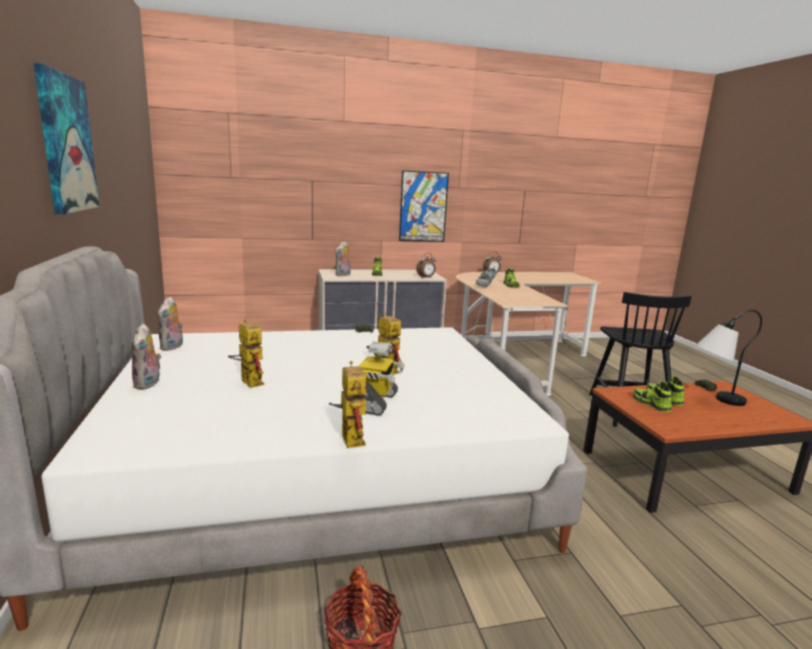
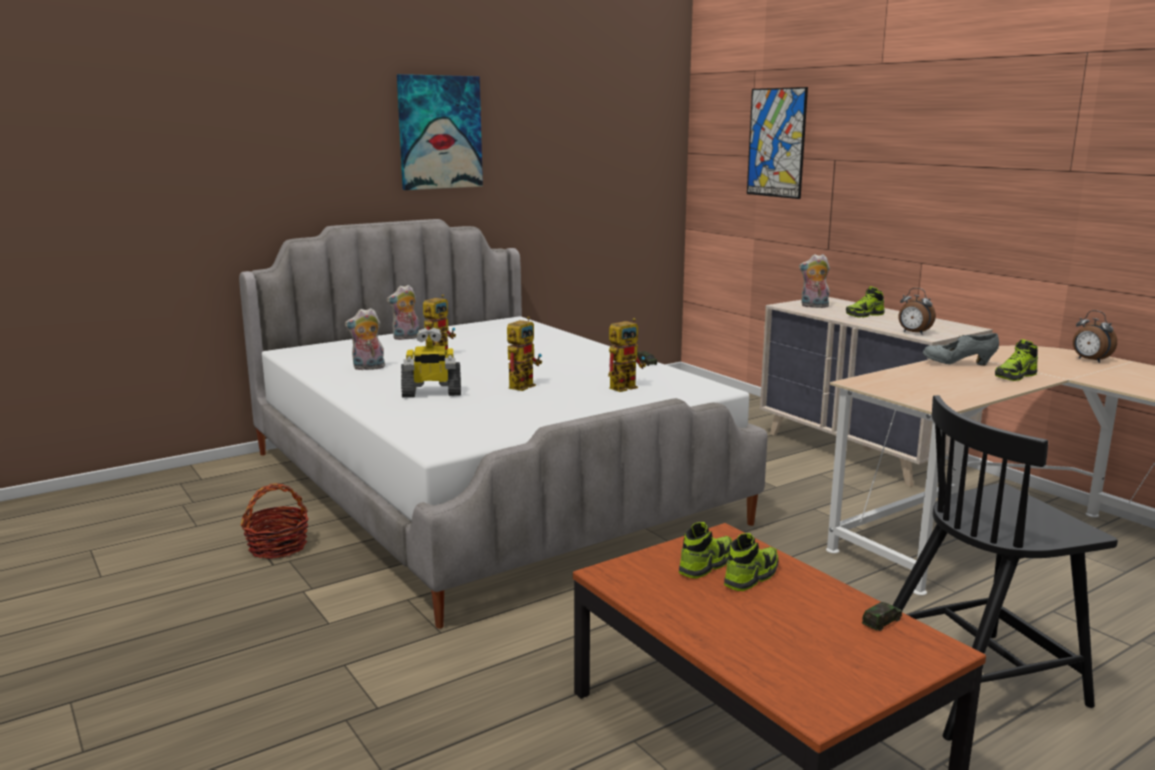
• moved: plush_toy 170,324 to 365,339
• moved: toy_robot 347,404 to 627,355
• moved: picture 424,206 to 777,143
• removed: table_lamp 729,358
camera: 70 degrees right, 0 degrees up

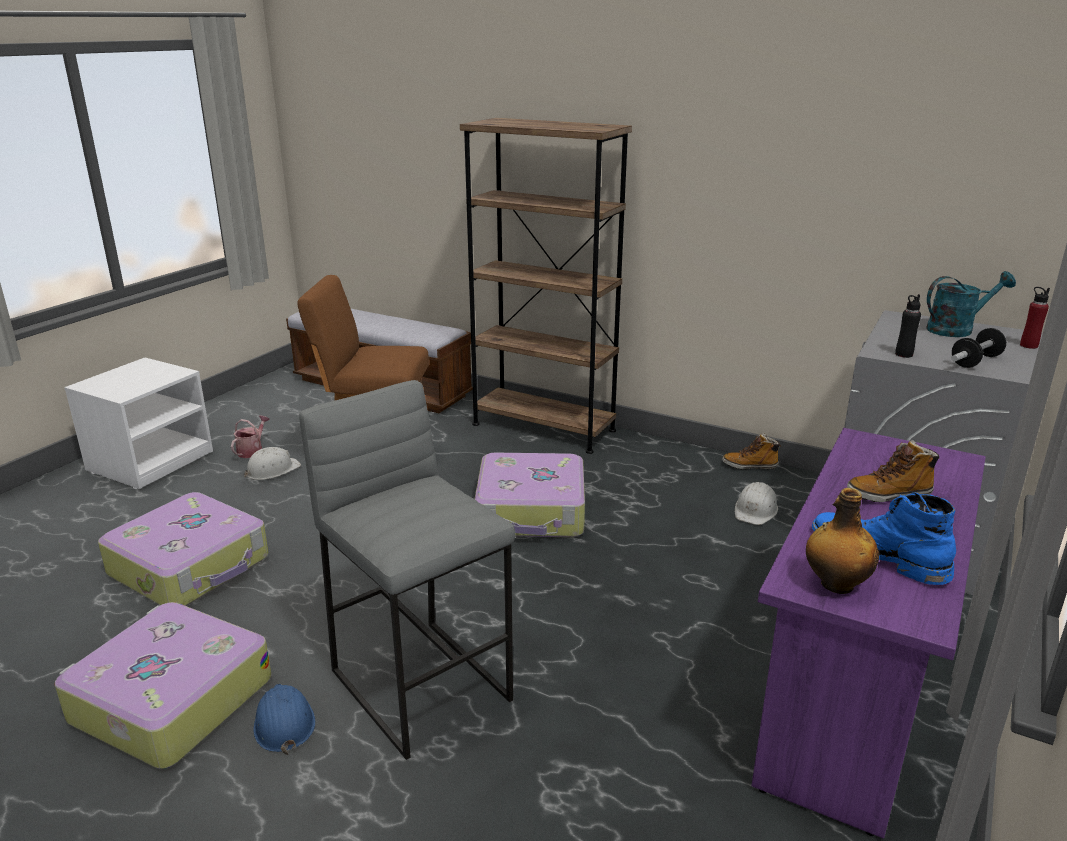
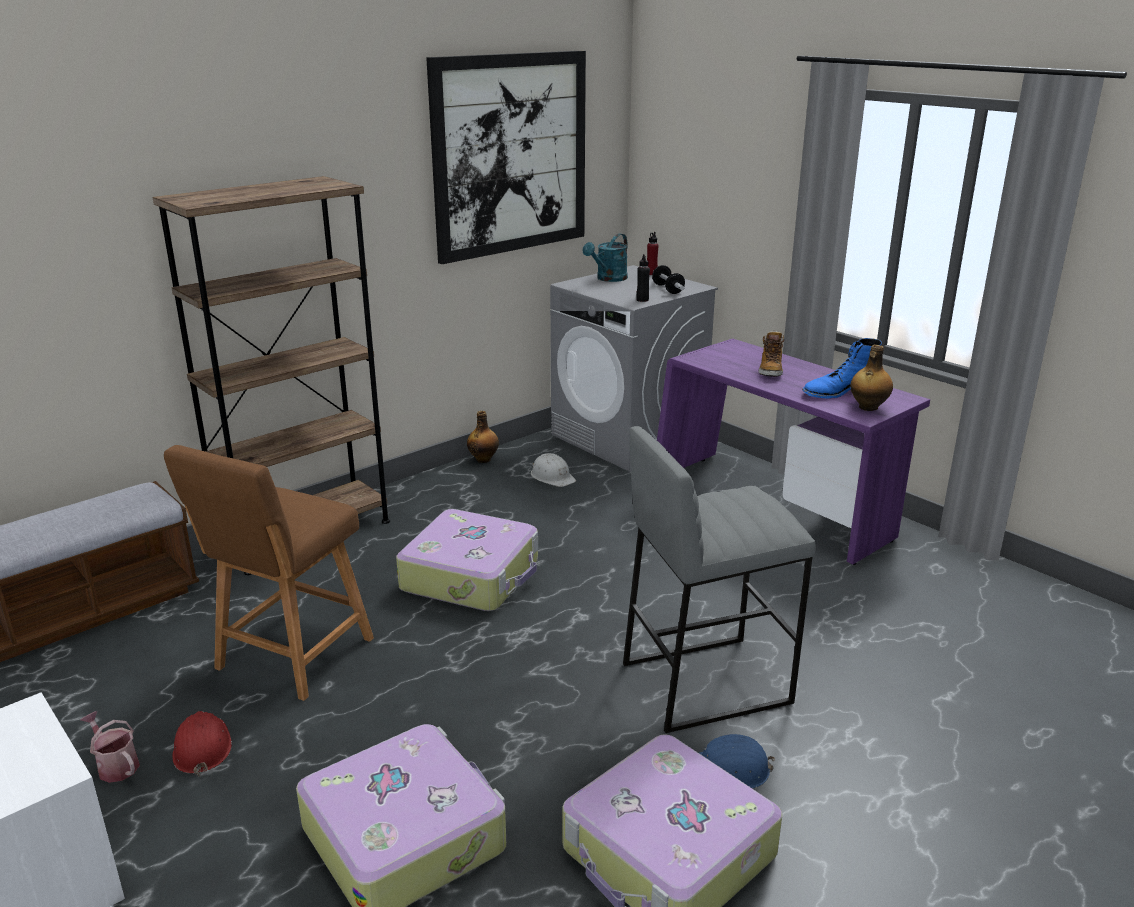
• recoloured: white_hard_hat 272,463 to red_hard_hat 202,743
• added: picture 506,157
• replaced: boot 752,451 to bottle 483,437
• turned: turquoise_watering_can 971,304 = 605,258 150 degrees counterclockwise
camera: 70 degrees left, 0 degrees up

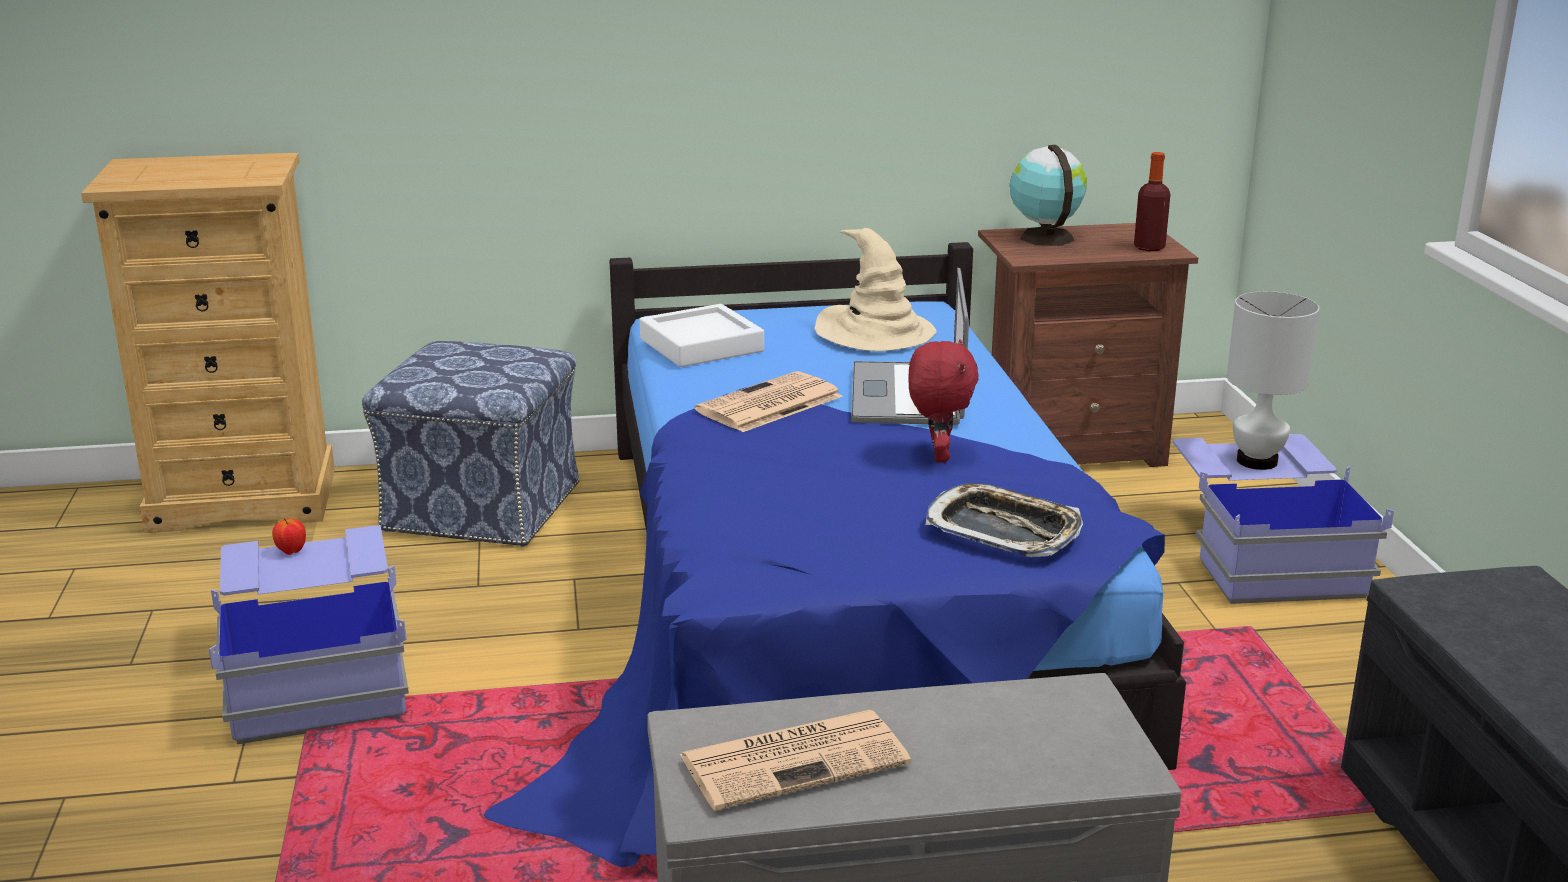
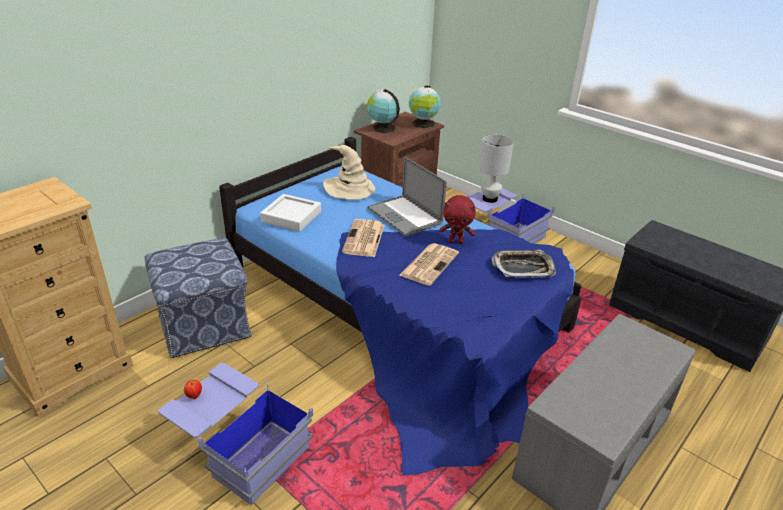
• moved: newspaper 795,760 to 429,264
• replaced: bottle 1152,201 to globe 425,106
• turned: red_plush_toy 944,401 = 458,219 135 degrees clockwise
camera: 40 degrees left, 10 degrees up

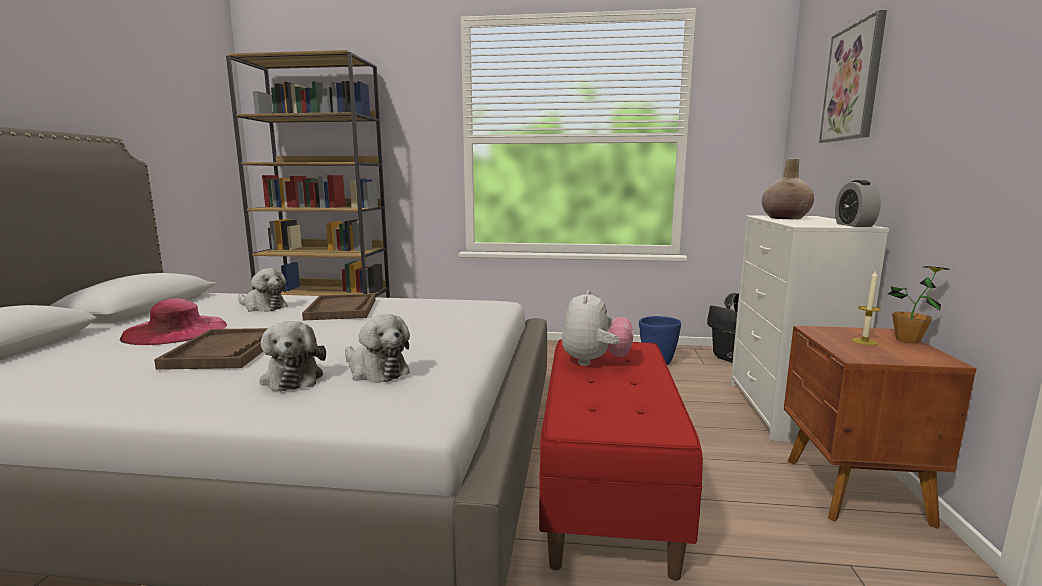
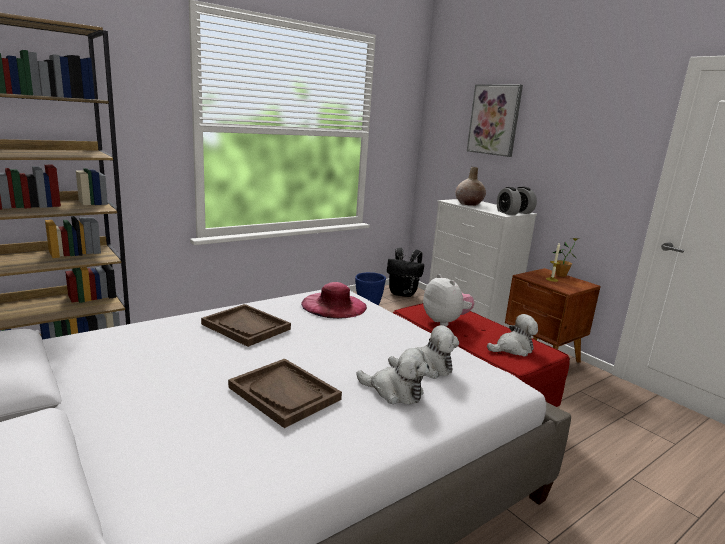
• moved: pink_hat 173,322 to 334,300
• moved: plush_toy 263,290 to 512,335
• added: alarm_clock 509,201
camera: 45 degrees left, 5 degrees up

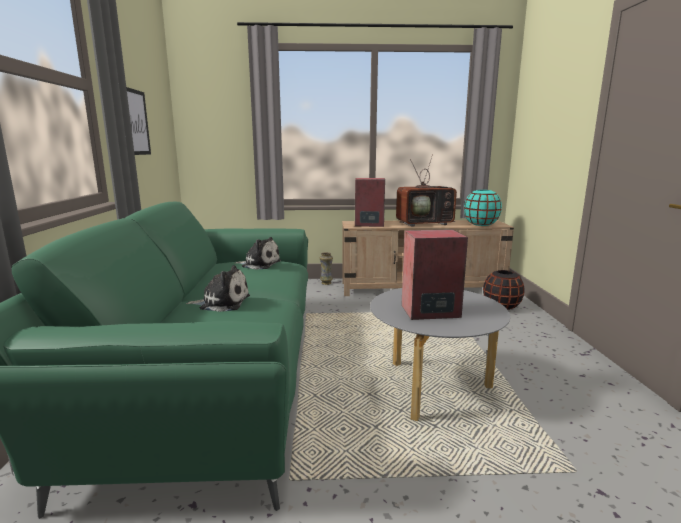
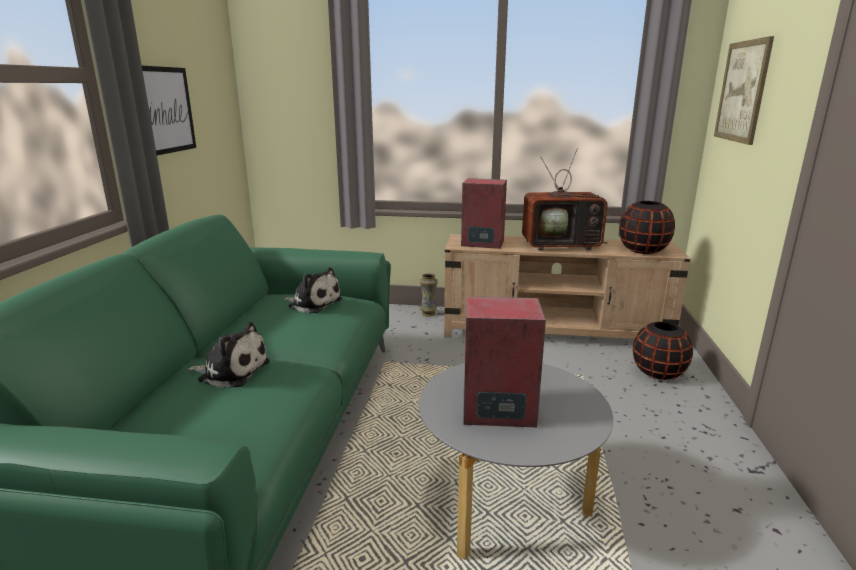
• recoloured: turquoise_vase 483,208 to black_vase 647,227
• added: picture 744,90
camera: 10 degrees right, 5 degrees up

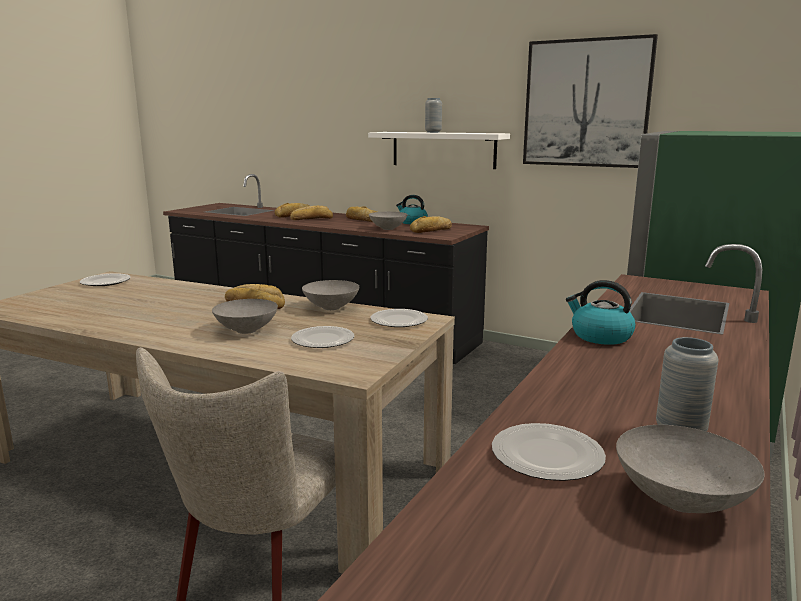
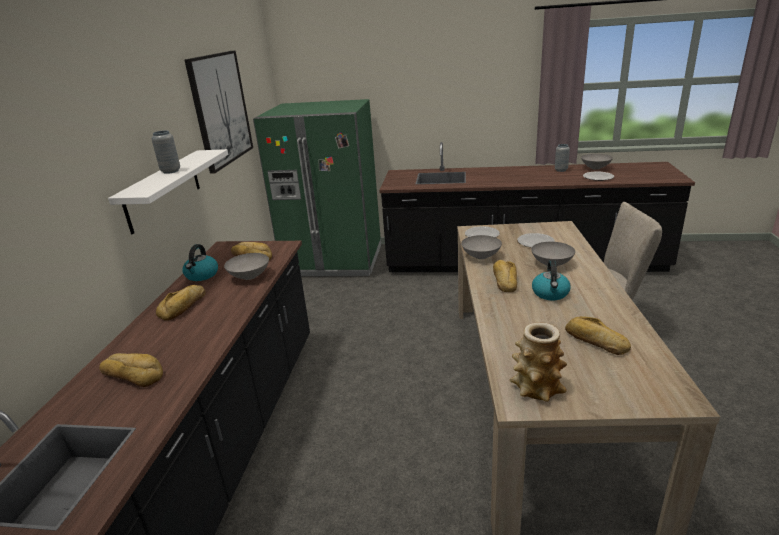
• replaced: plate 105,279 to vase 538,362
• moved: kettle 601,312 to 551,280
• moved: bread 311,213 to 598,335
camera: 110 degrees left, 10 degrees up

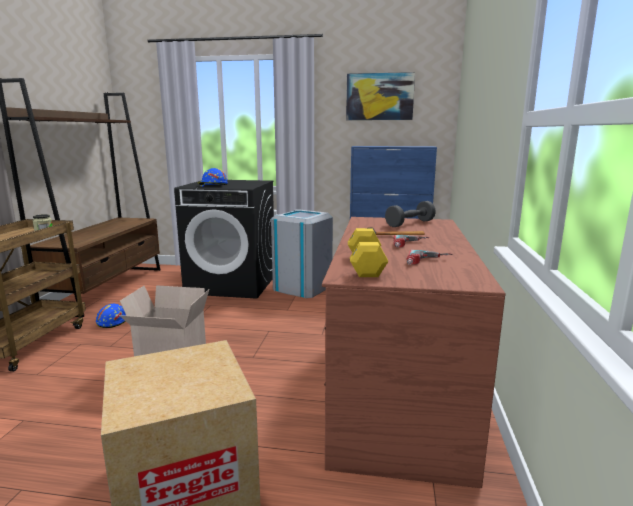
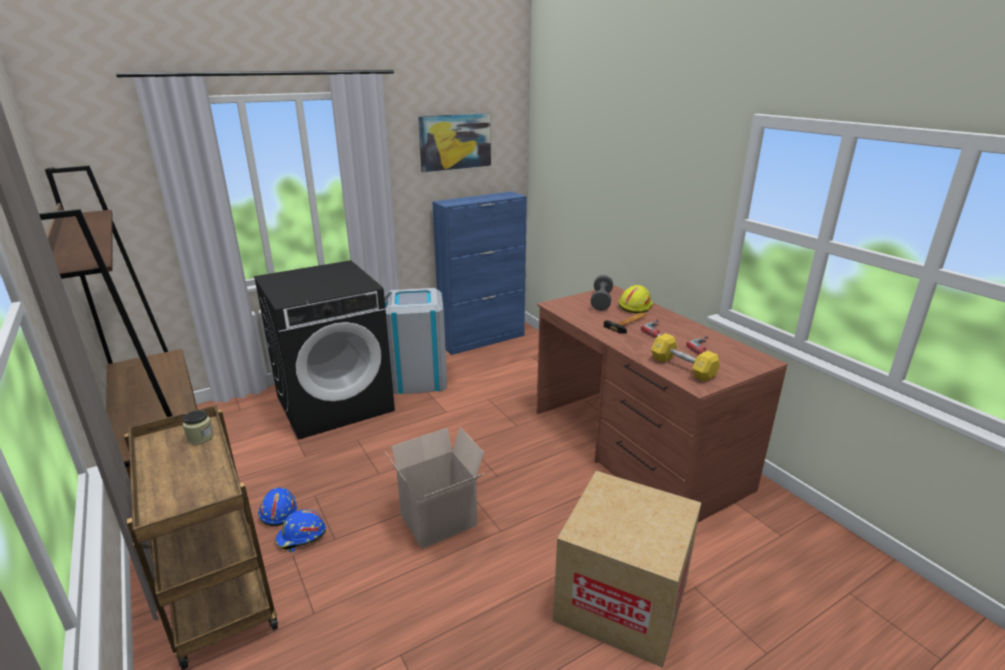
• moved: blue_hard_hat 213,177 to 300,530
• added: yellow_hard_hat 635,299
camera: 40 degrees left, 10 degrees up

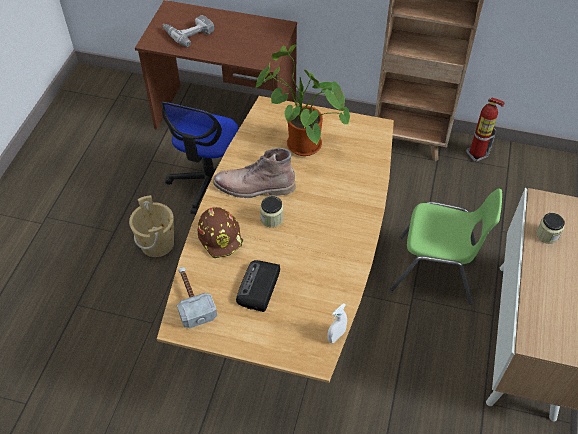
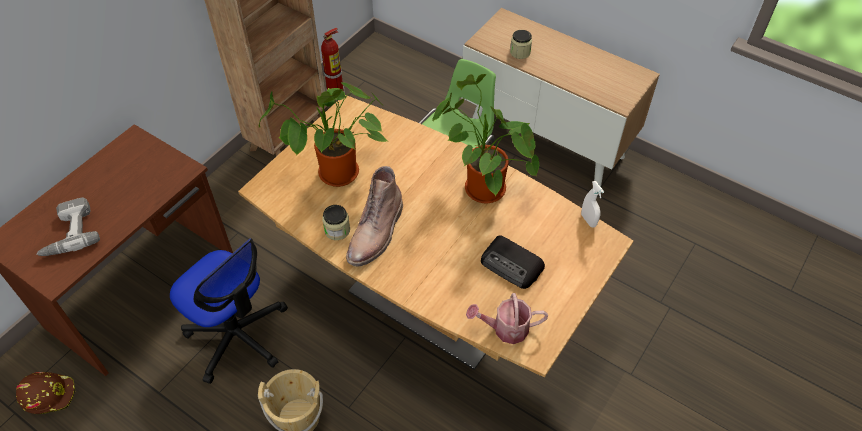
• moved: brown_hard_hat 220,232 to 45,393
• moved: jar 271,212 to 336,222
• added: potted_plant 485,139
• replaced: hammer 197,297 to watering_can 507,318
camera: 70 degrees left, 0 degrees up

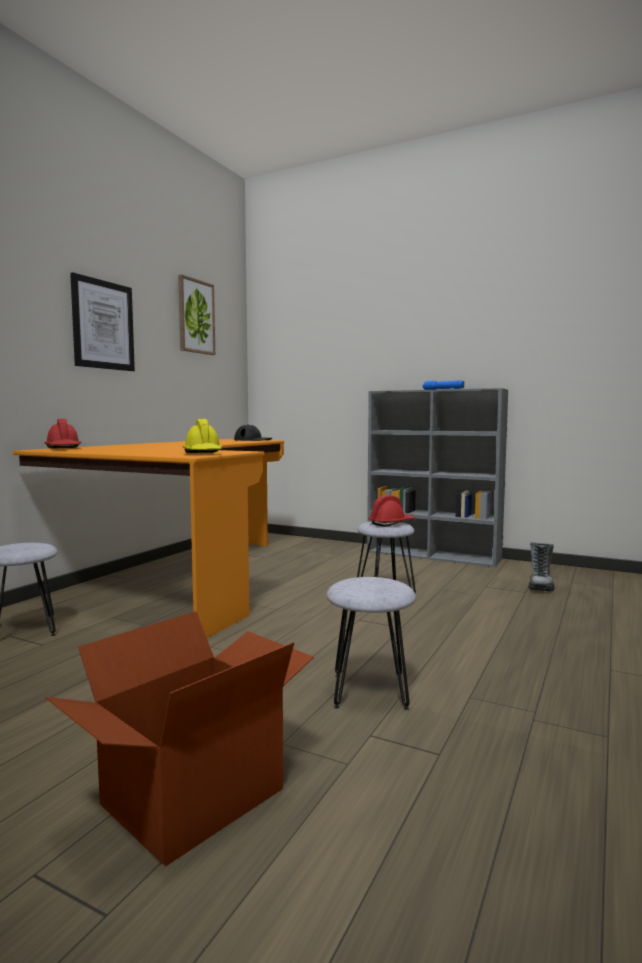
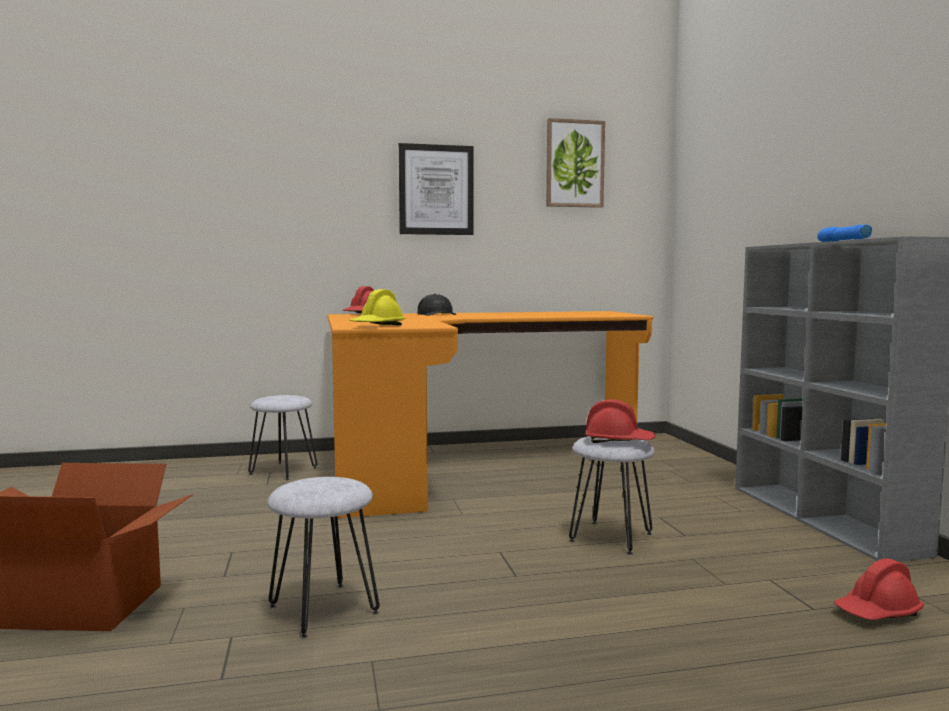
• moved: black_cap 253,432 to 437,305
• replaced: boot 541,567 to red_hard_hat 879,589
camera: 50 degrees right, 0 degrees up

